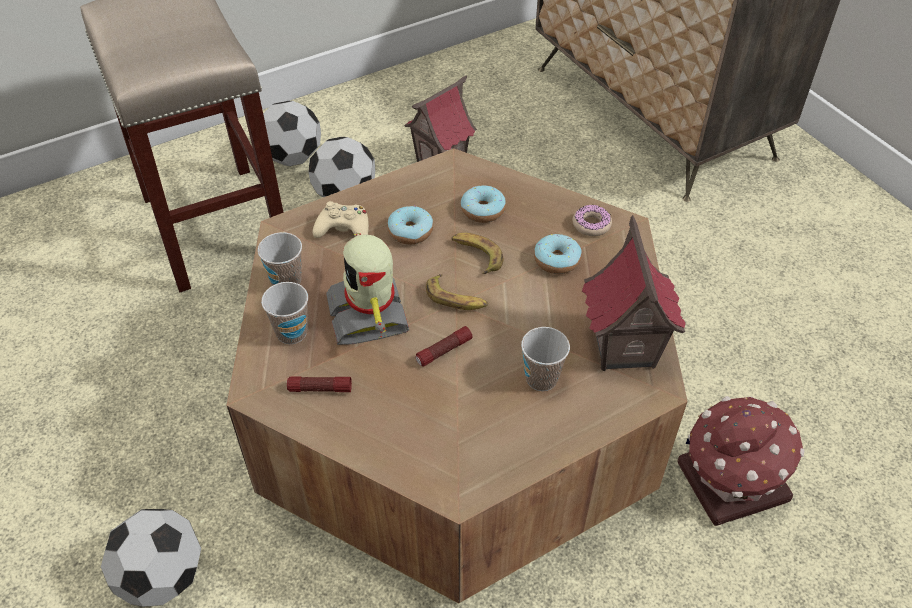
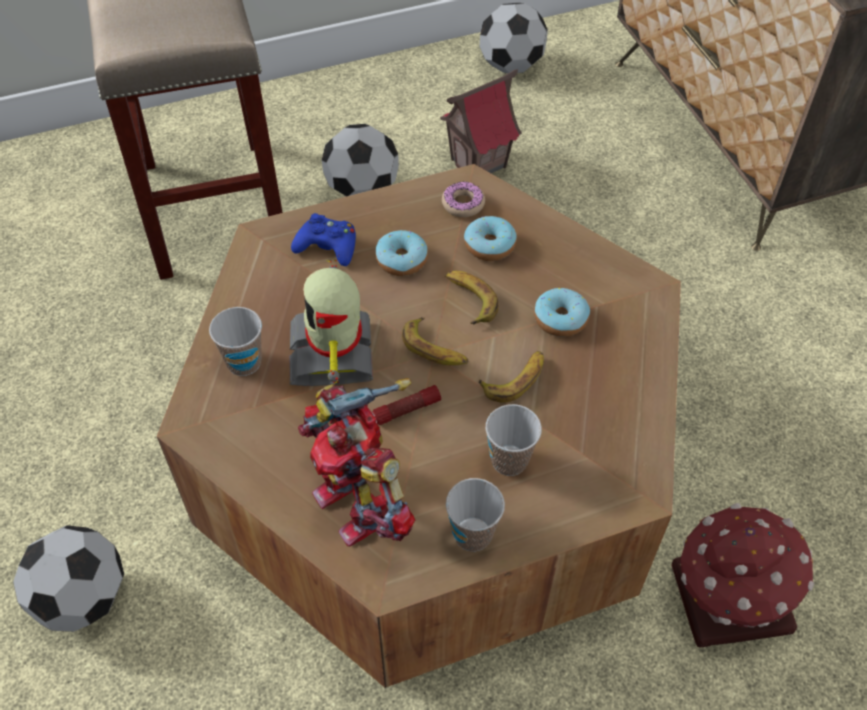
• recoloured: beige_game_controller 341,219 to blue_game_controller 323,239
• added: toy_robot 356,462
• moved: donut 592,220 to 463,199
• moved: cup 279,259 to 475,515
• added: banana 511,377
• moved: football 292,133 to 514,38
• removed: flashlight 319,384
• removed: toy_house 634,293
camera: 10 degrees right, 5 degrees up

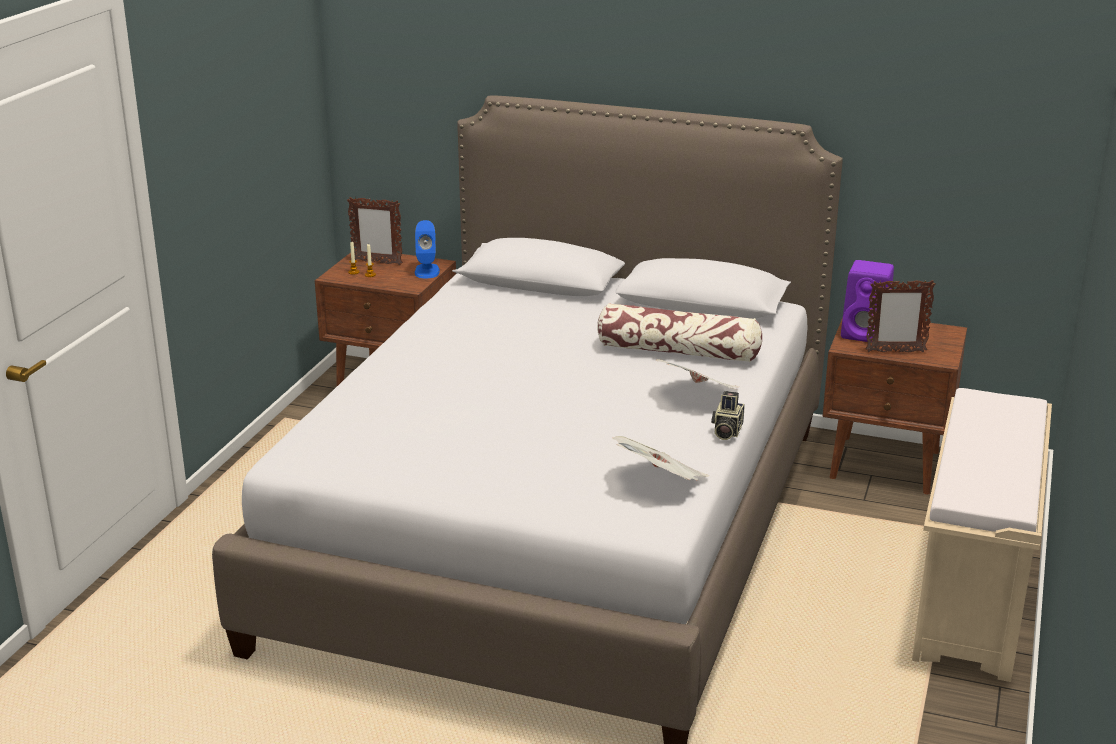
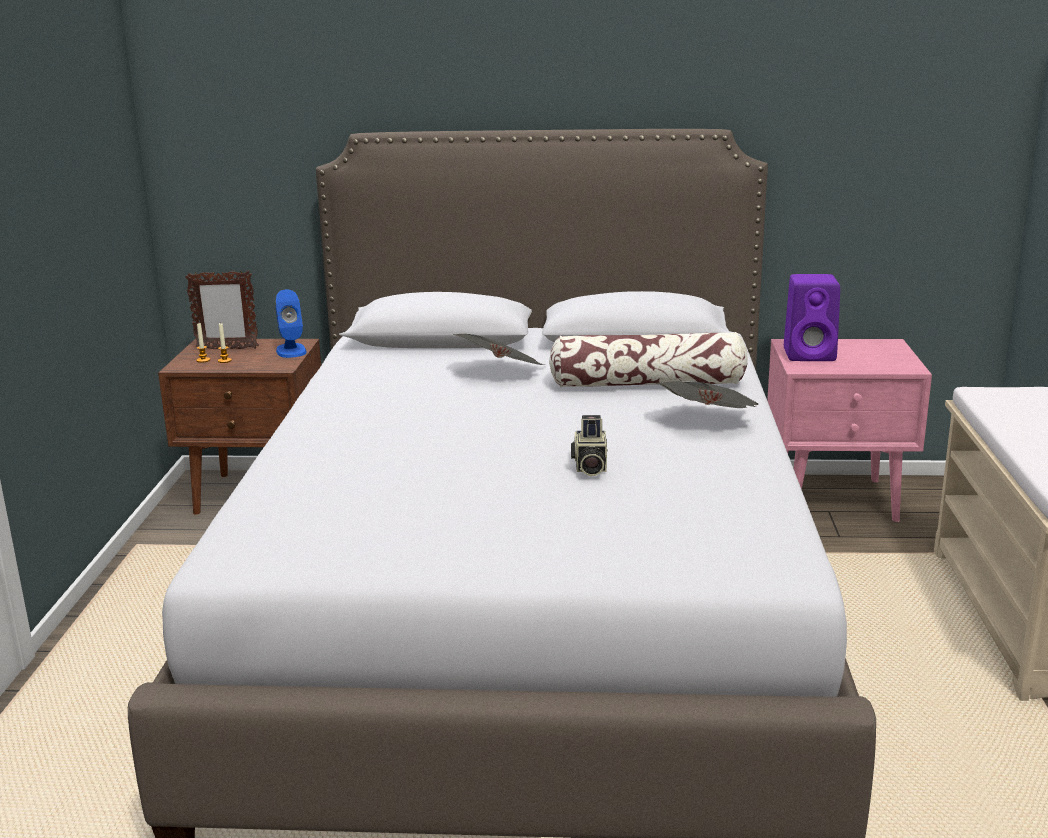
• moved: newspaper 660,458 to 499,349
• moved: photo_camera 728,415 to 589,445
• recoloured: brown_nightstand 895,406 to pink_nightstand 849,430
• removed: picture_frame 900,315
camera: 15 degrees left, 5 degrees down

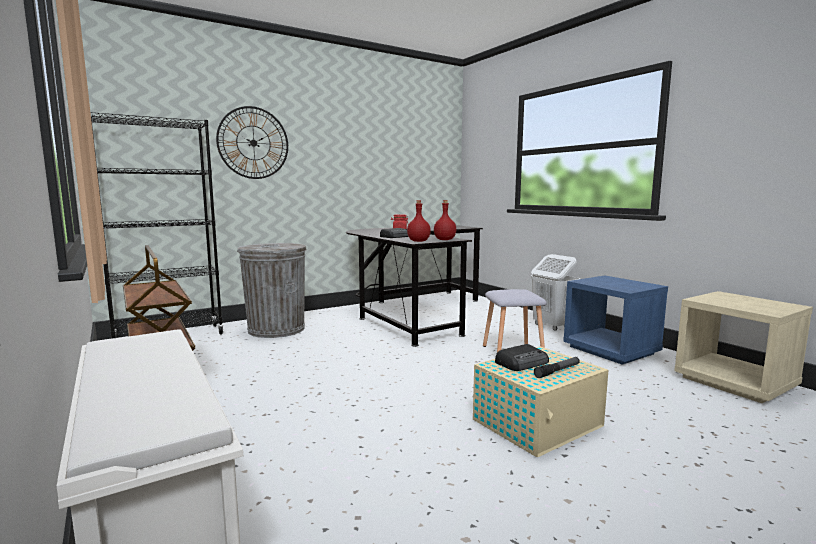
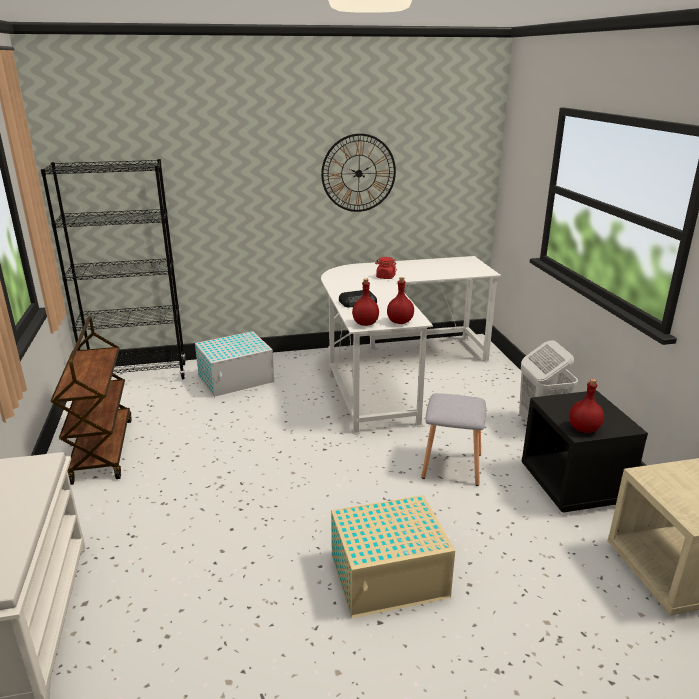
• replaced: grey_trash_can 272,290 to white_storage_box 234,364
• moved: wall_clock 252,142 to 358,172
• recoloured: black_desk 414,286 to white_desk 411,345
• recoloured: blue_nightstand 615,320 to black_nightstand 584,451
• added: red_bottle 586,406
• removed: radio 522,357
• removed: flashlight 557,367
camera: 20 degrees right, 15 degrees up

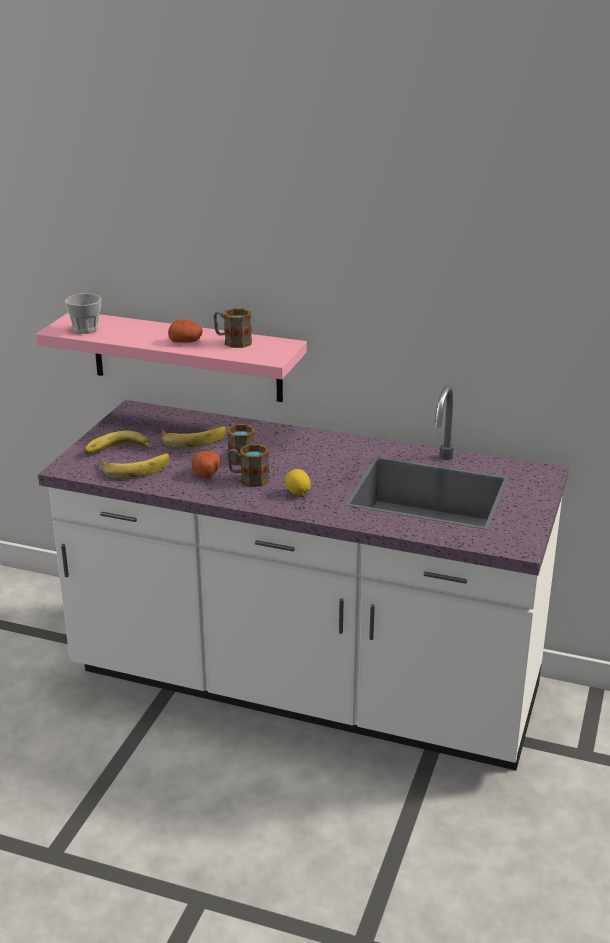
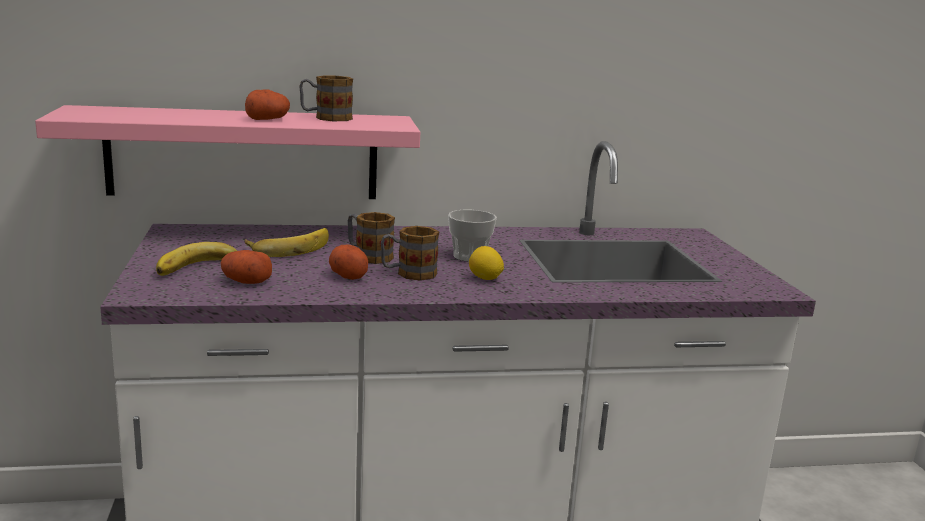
• replaced: banana 135,466 to potato 246,267
• moved: cup 83,313 to 472,236
camera: 30 degrees left, 10 degrees down

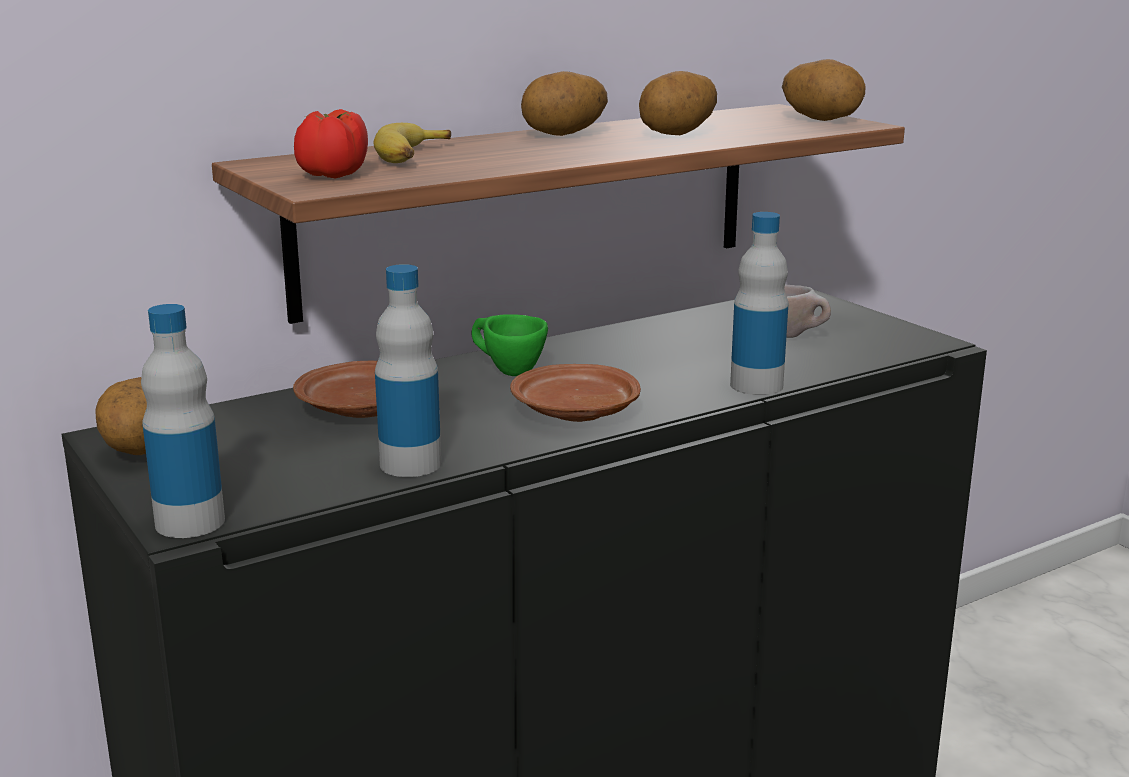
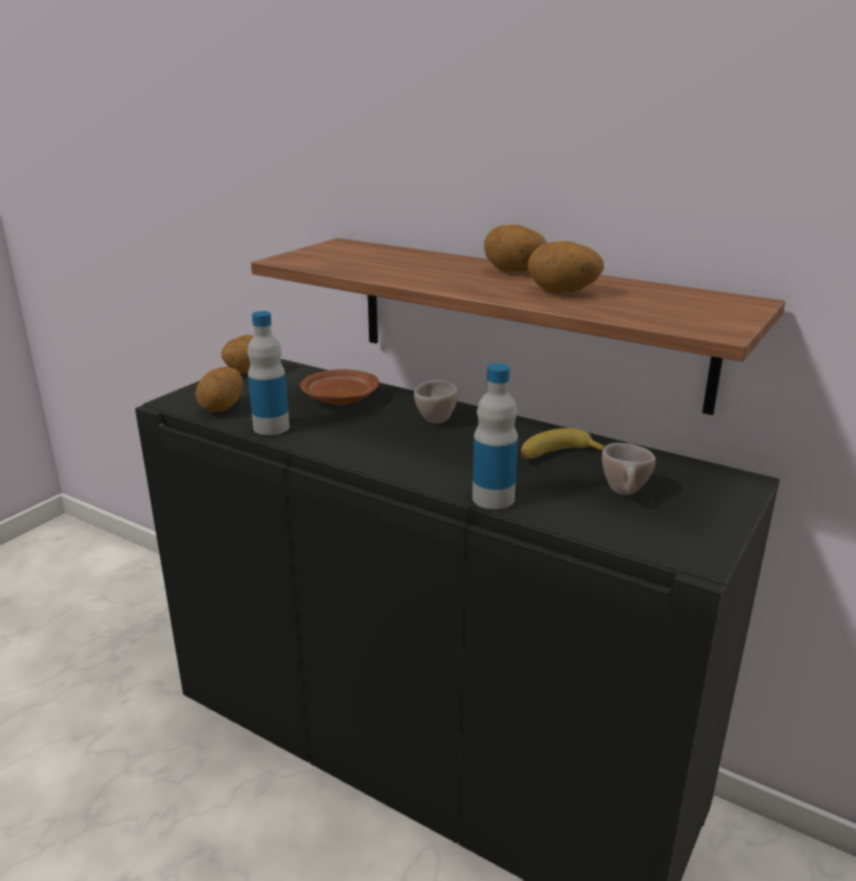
• moved: potato 824,90 to 219,389
• recoloured: green_cup 509,345 to beige_cup 436,401
• moved: banana 412,143 to 563,443
• removed: bottle 183,421
• removed: tomato 331,143
• removed: brown_plate 575,393
camera: 65 degrees right, 5 degrees up

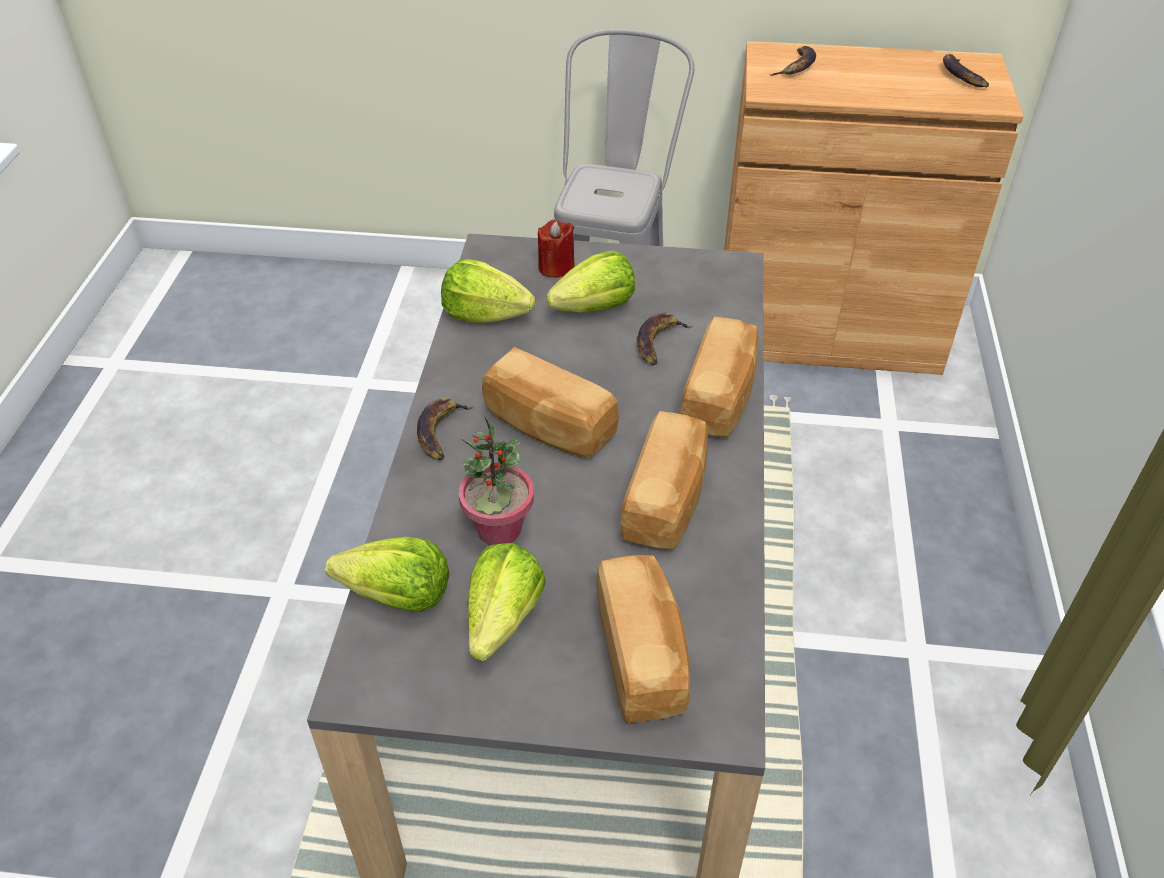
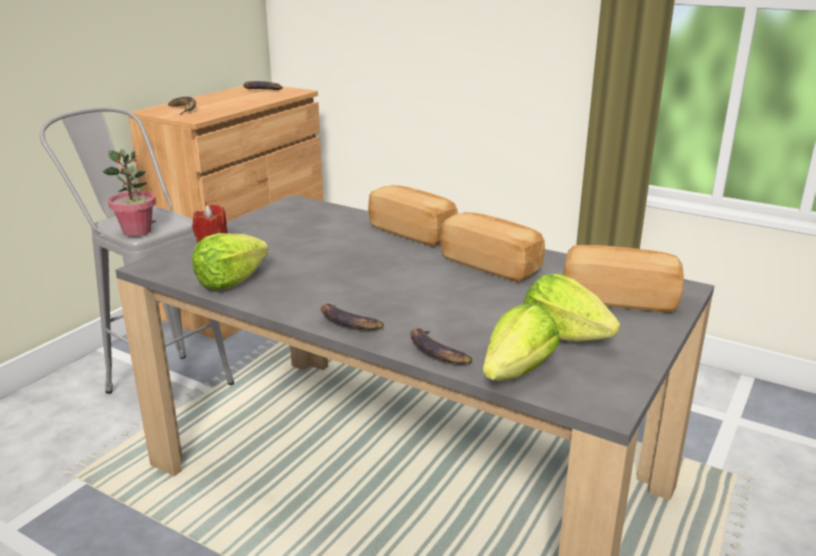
• moved: potted_plant 496,480 to 129,193
• moved: banana 664,339 to 441,346
• removed: bread 550,402
• removed: lettuce 590,281
camera: 65 degrees left, 20 degrees down

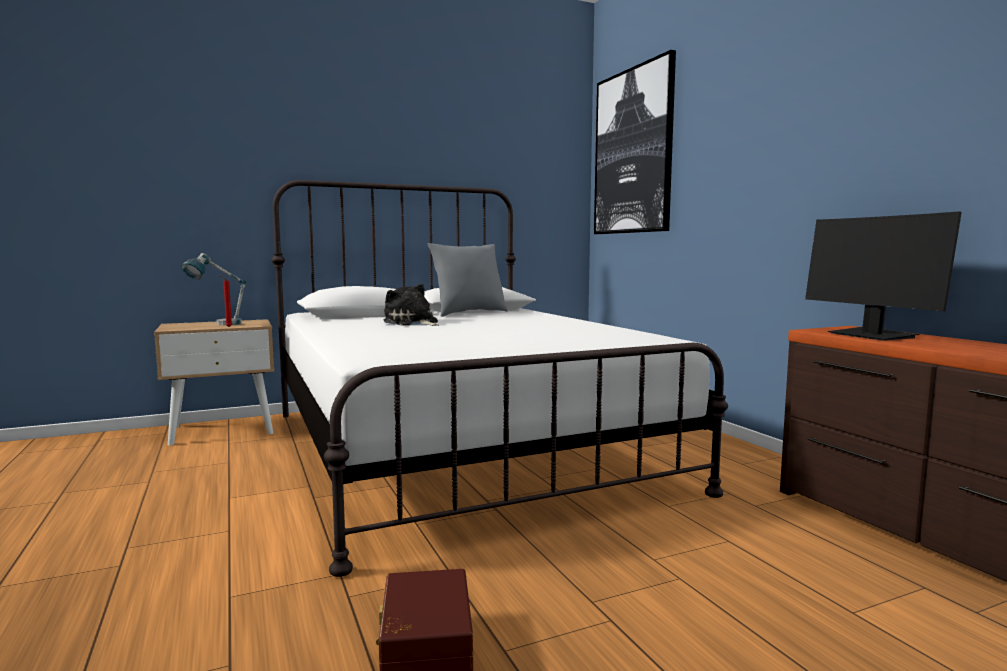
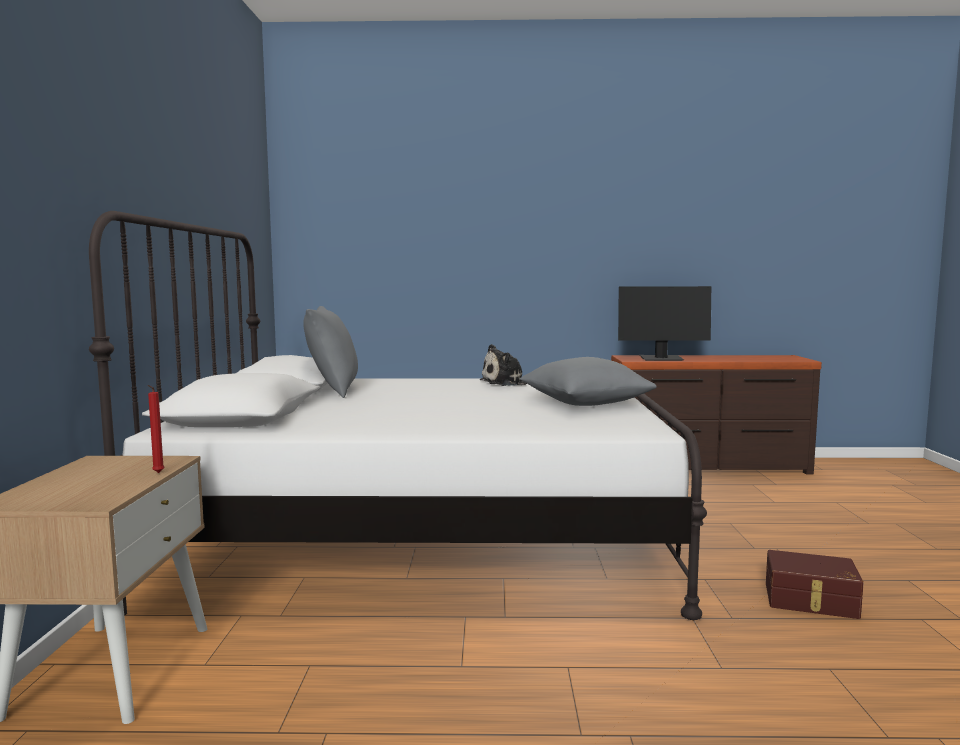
• moved: plush_toy 411,304 to 503,365
• added: grey_pillow 588,381
• removed: table_lamp 213,289
• removed: picture 635,142
camera: 65 degrees left, 0 degrees up

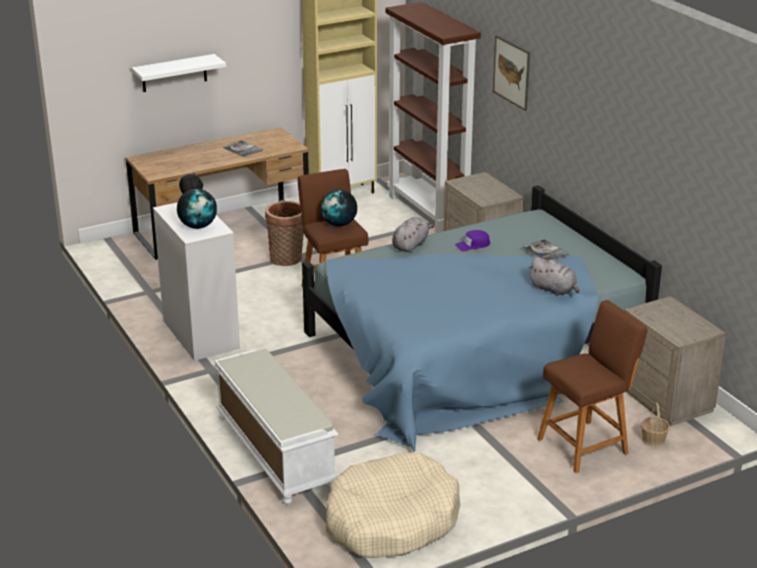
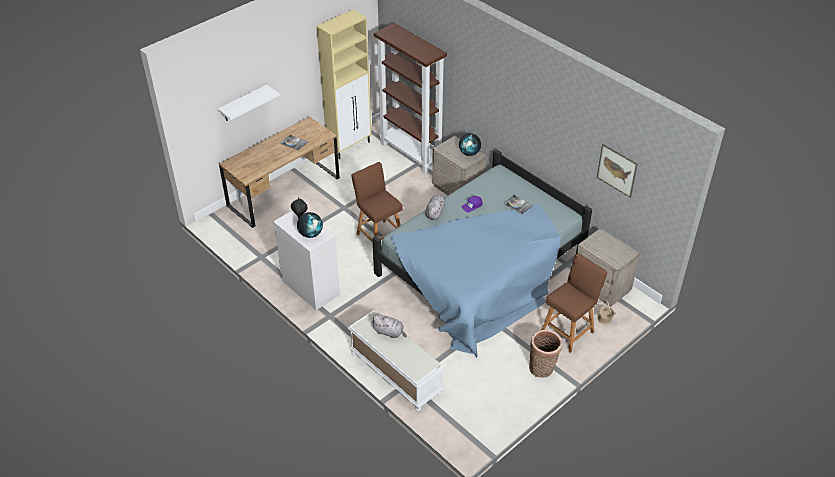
• moved: grey_plush_toy 553,276 to 389,326
• moved: globe 339,207 to 470,144
• moved: basket 284,233 to 545,354
• moved: picture 511,73 to 617,171
• removed: beige_dog_bed 393,505
camera: 15 degrees left, 15 degrees up

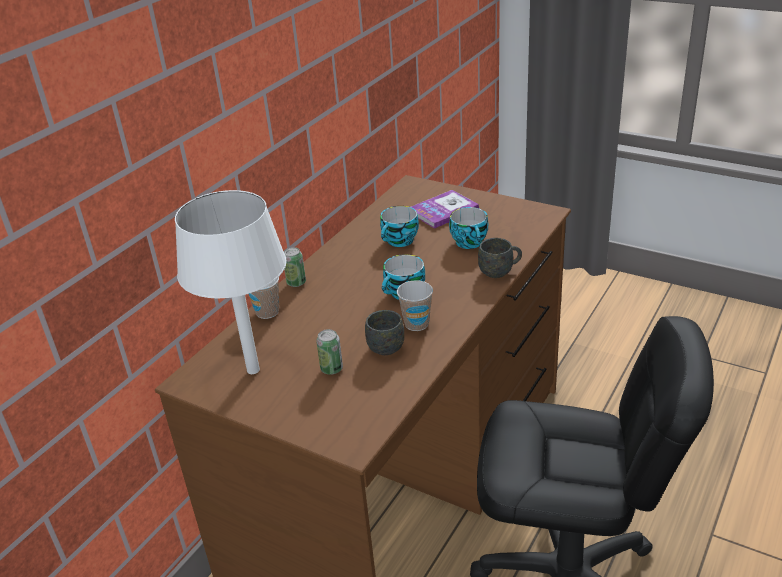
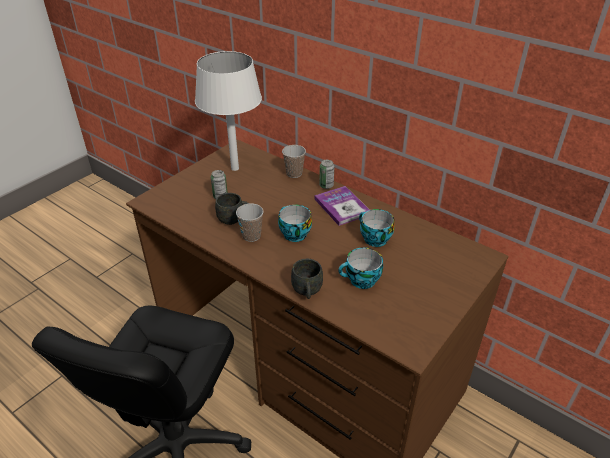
• moved: book 445,209 to 342,206
camera: 95 degrees right, 5 degrees up

